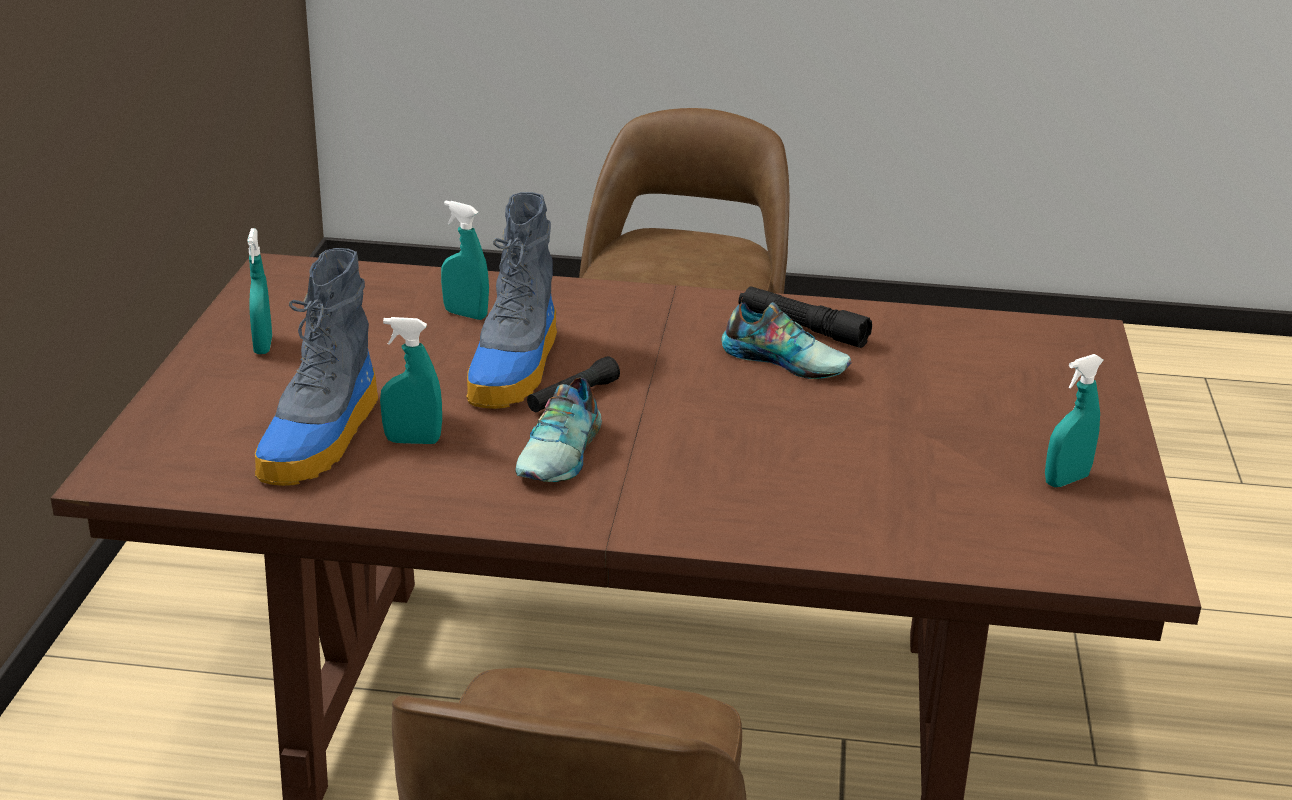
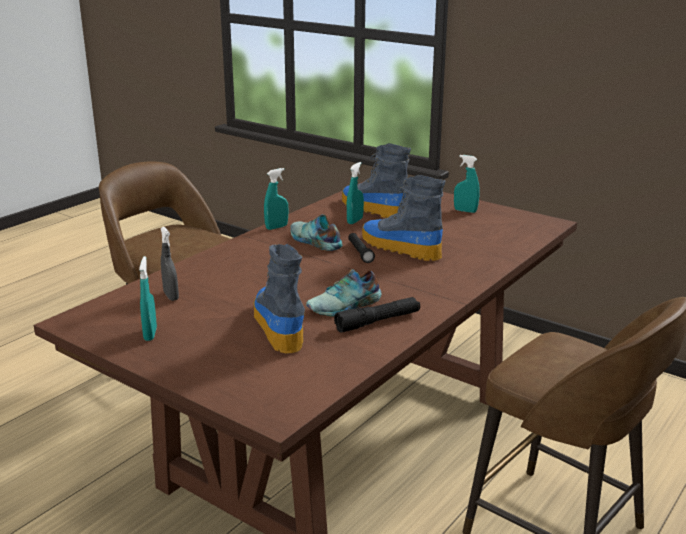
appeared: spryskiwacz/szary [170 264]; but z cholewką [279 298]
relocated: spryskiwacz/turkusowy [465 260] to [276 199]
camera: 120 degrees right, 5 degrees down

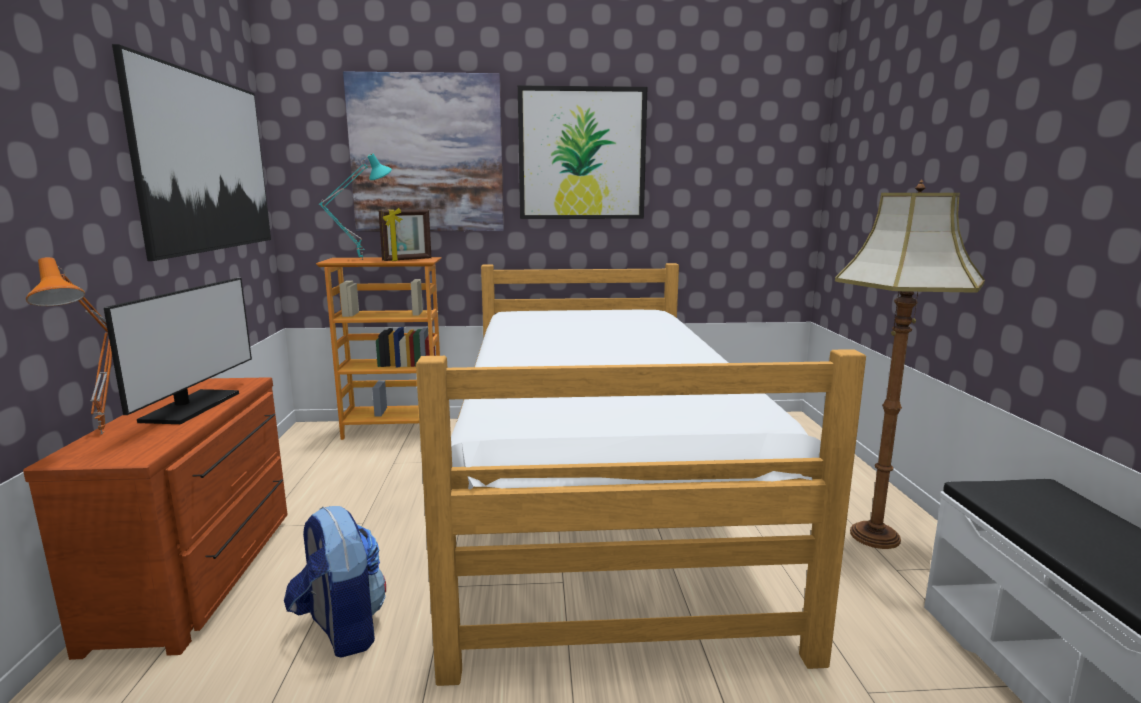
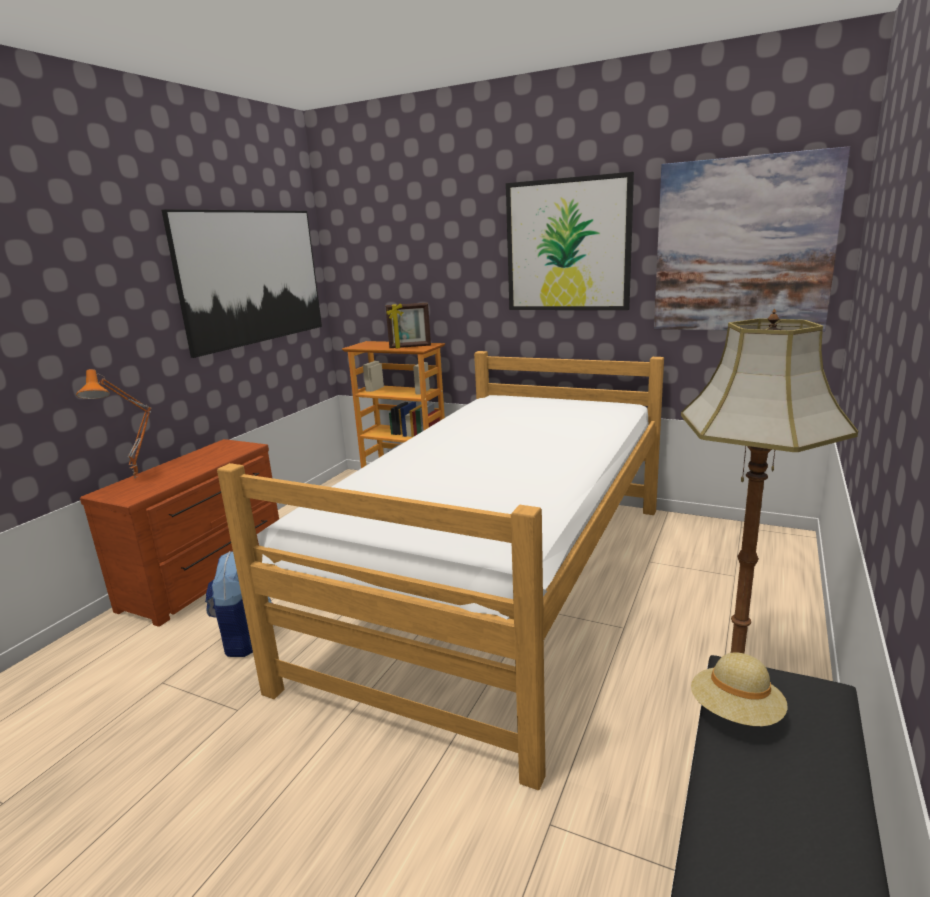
missing: monitor [177 351]; lampa stołowa/turkusowy [355 206]
appeared: kapelusz/beżowy [739 689]
relocated: obraz [423 152] to [752 239]
camera: 30 degrees right, 5 degrees up

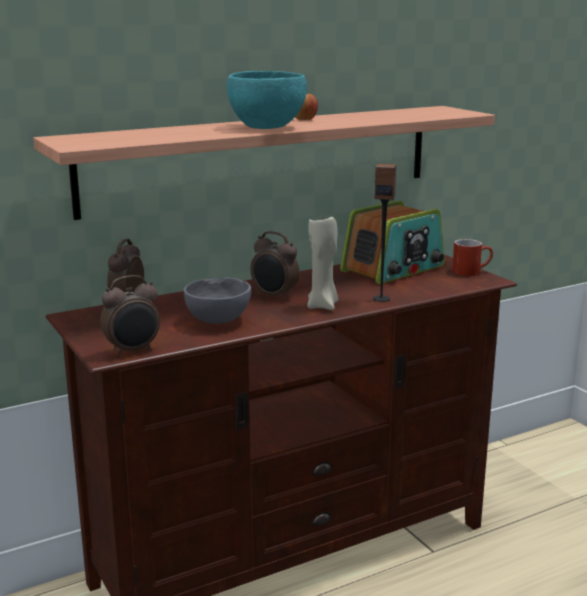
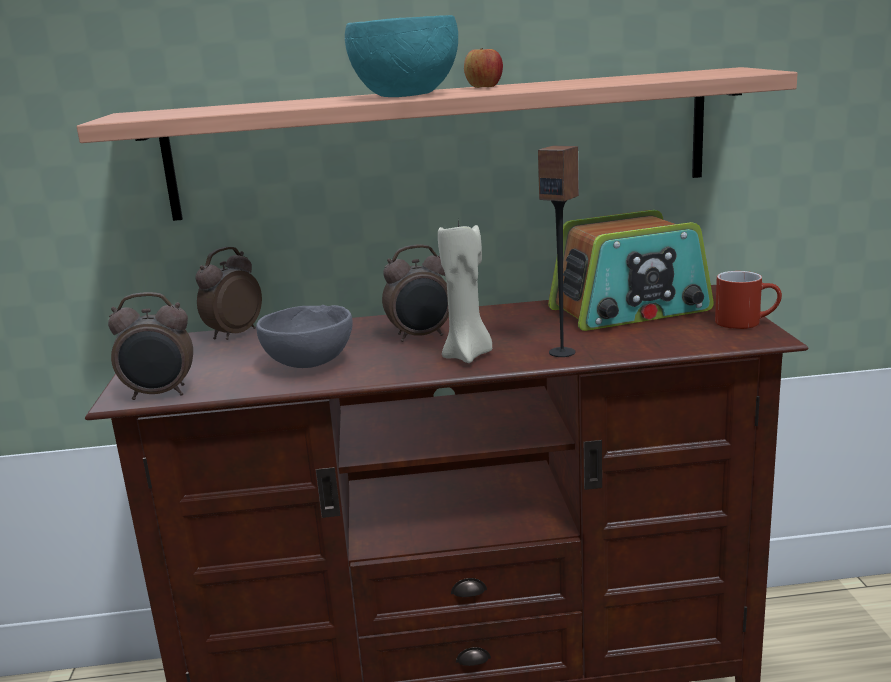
spun: budzik [274 266] = [415 293] 75 degrees counterclockwise
camera: 25 degrees right, 0 degrees up

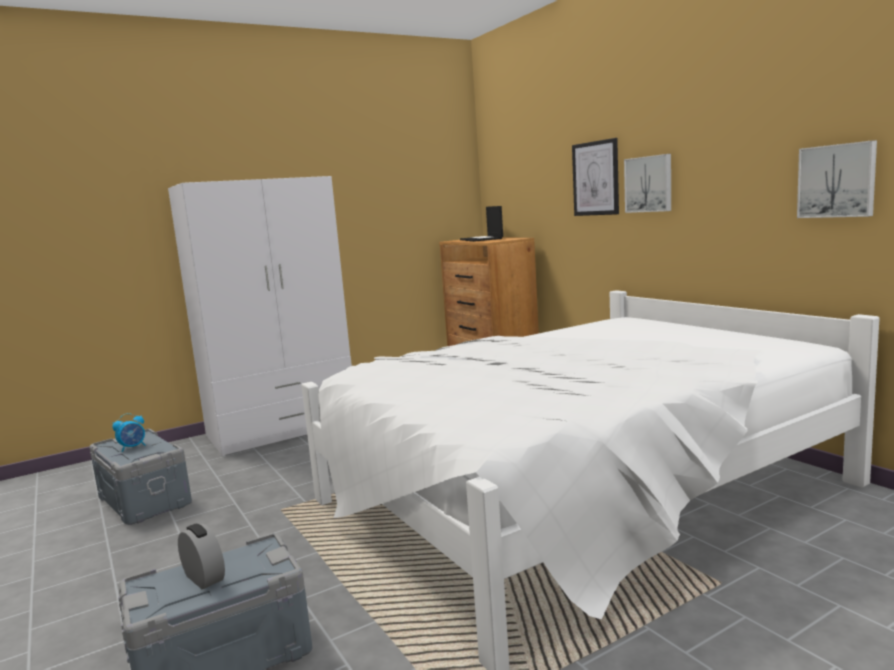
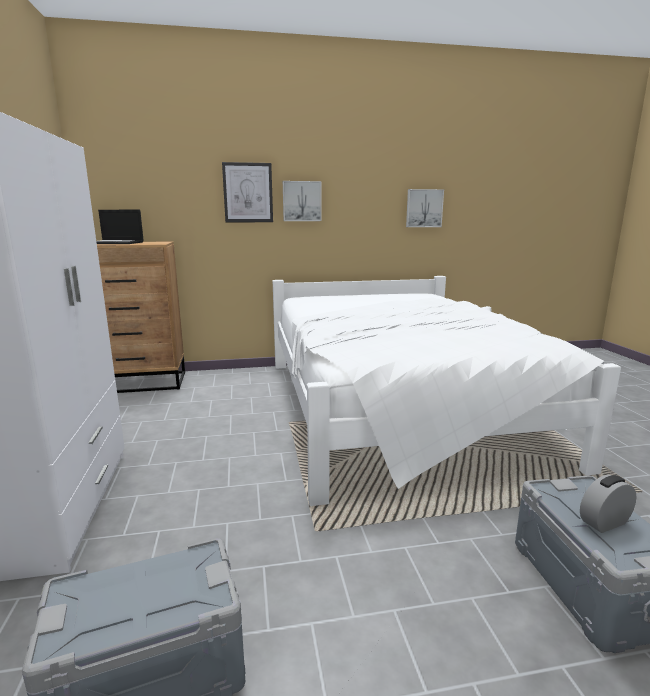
missing: budzik [128 432]
camera: 70 degrees left, 5 degrees up

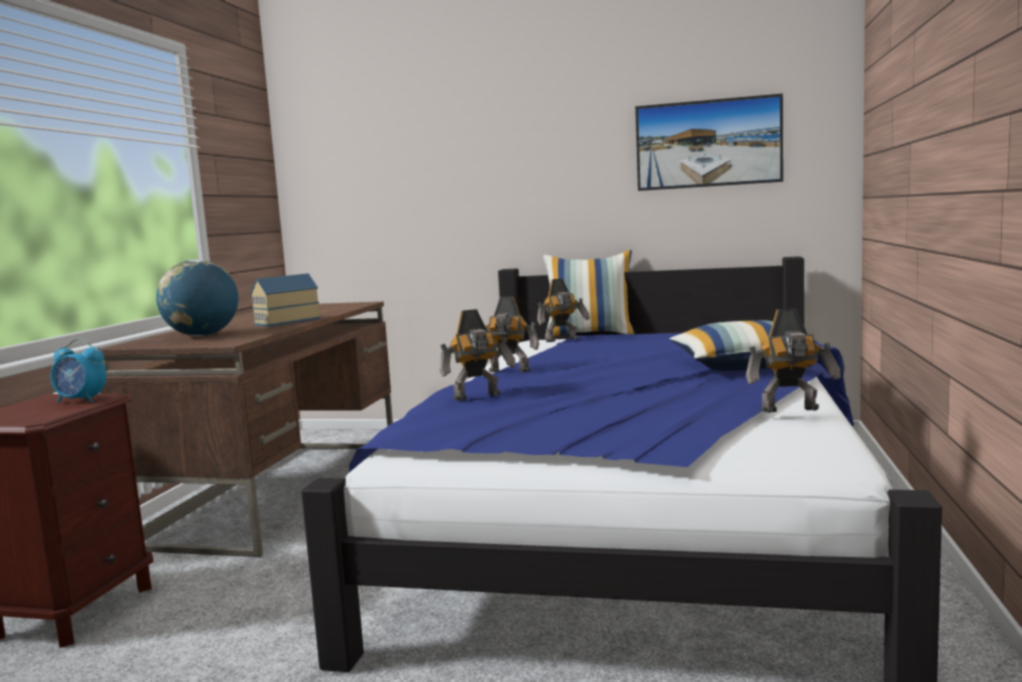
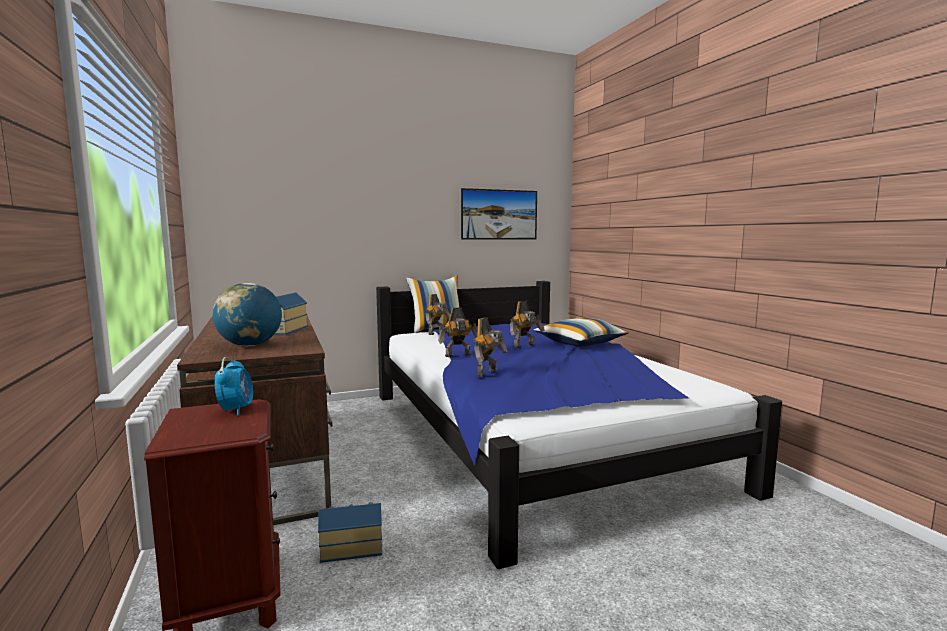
appeared: domek [350 532]
relocated: robot zabawkowy [793 360] to [527 324]
spun: budzik [78 370] = [234 386] 75 degrees counterclockwise
camera: 35 degrees left, 0 degrees up

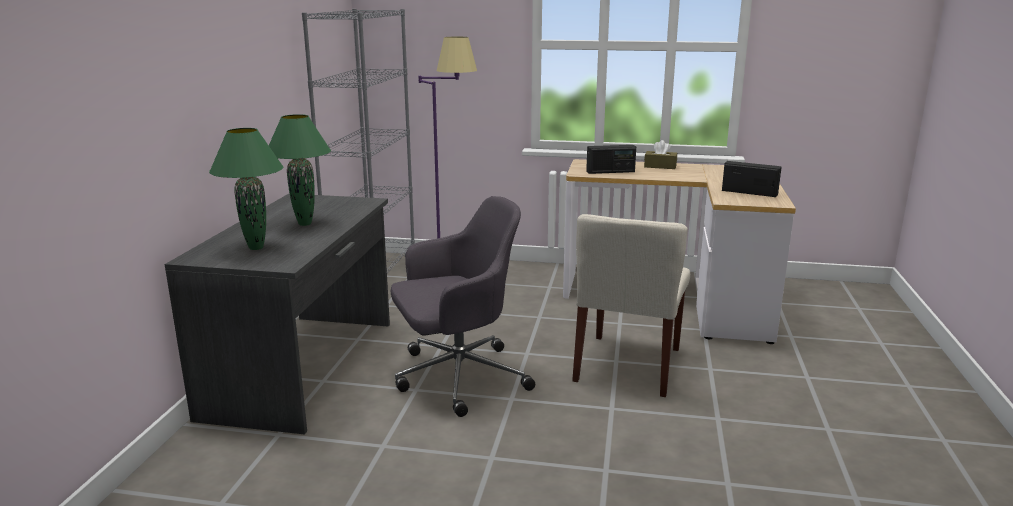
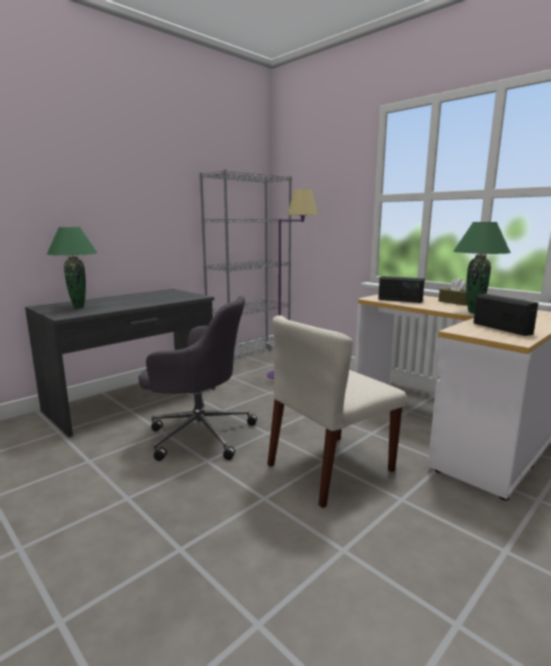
relocated: lampa stołowa/zielony [300 170] to [482 267]
camera: 35 degrees right, 5 degrees down

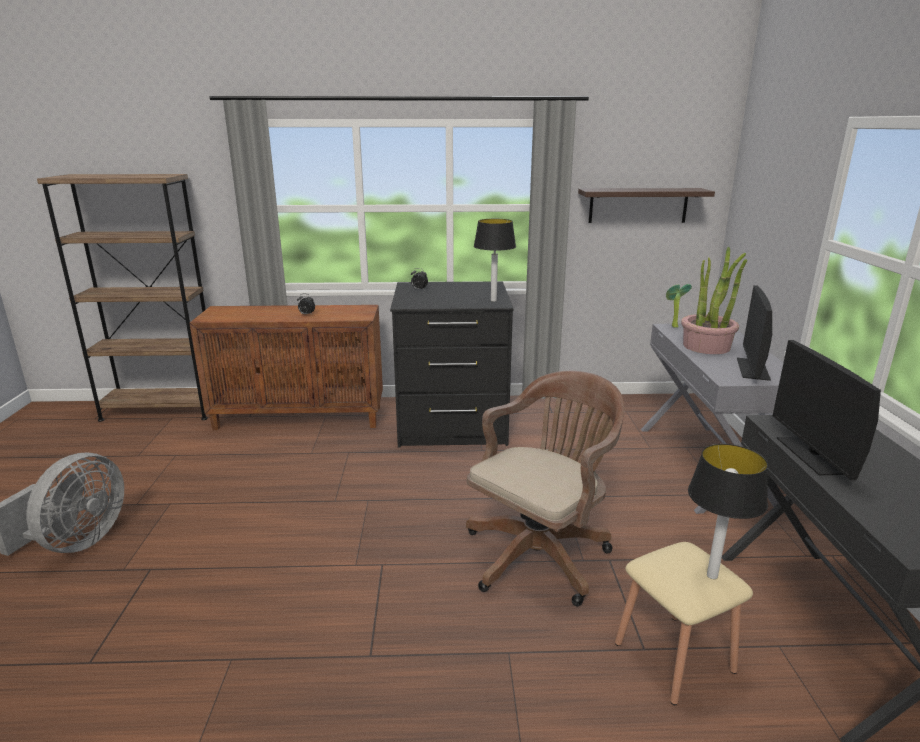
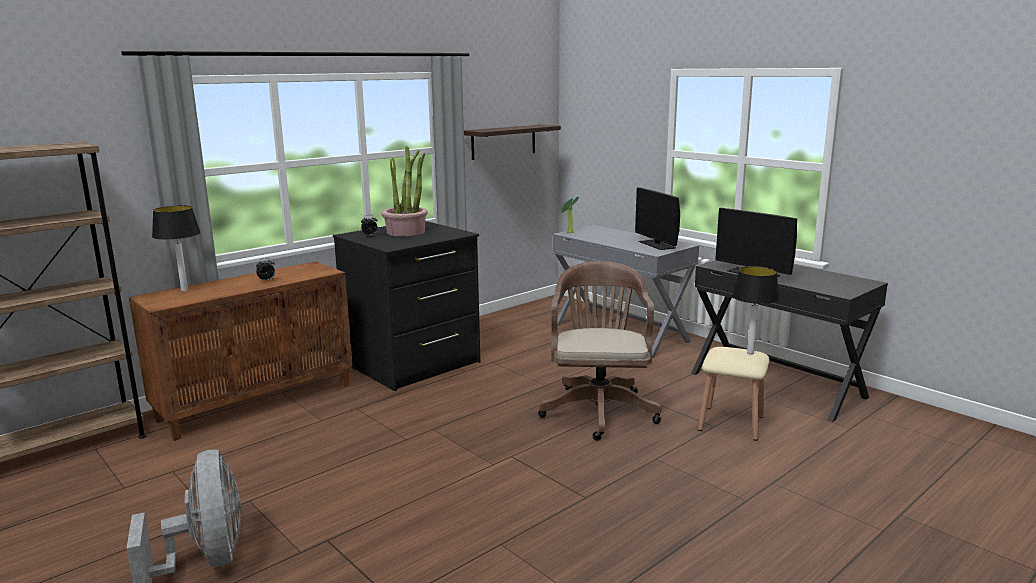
relocated: lampa stołowa [495 260] to [176 248]; roślina doniczkowa [714 300] to [404 191]
camera: 40 degrees left, 5 degrees down

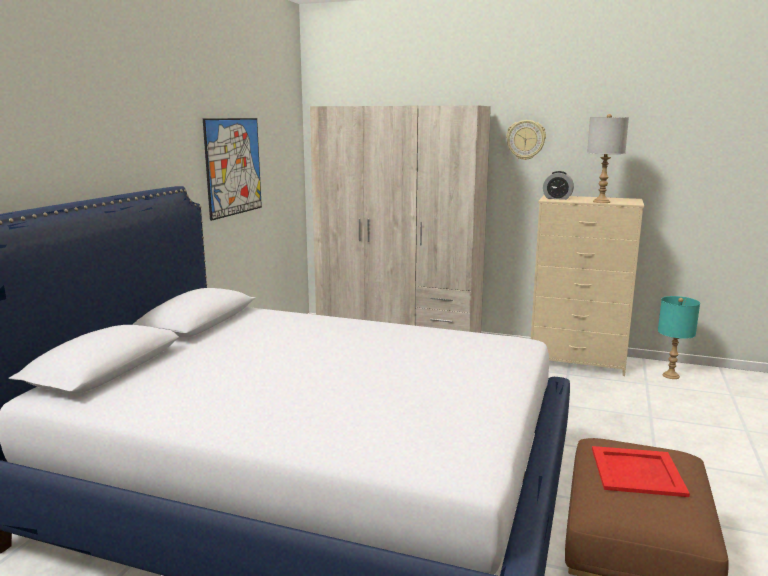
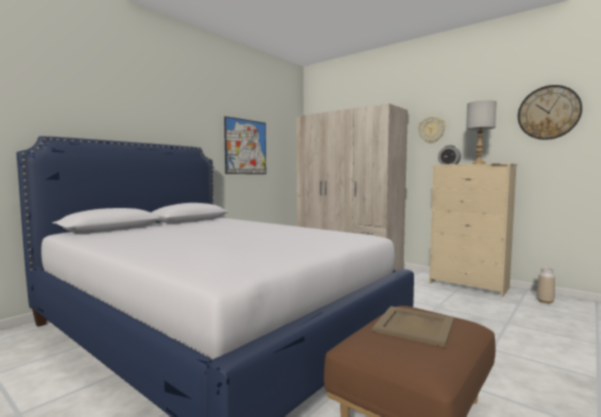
appeared: zegar ścienny [550 112]
exchanged: lampa stołowa/turkusowy [679 337] to wazon [546 285]
colour: taca/czerwony [641 471] to taca/beżowy [413 326]
camera: 20 degrees right, 10 degrees down

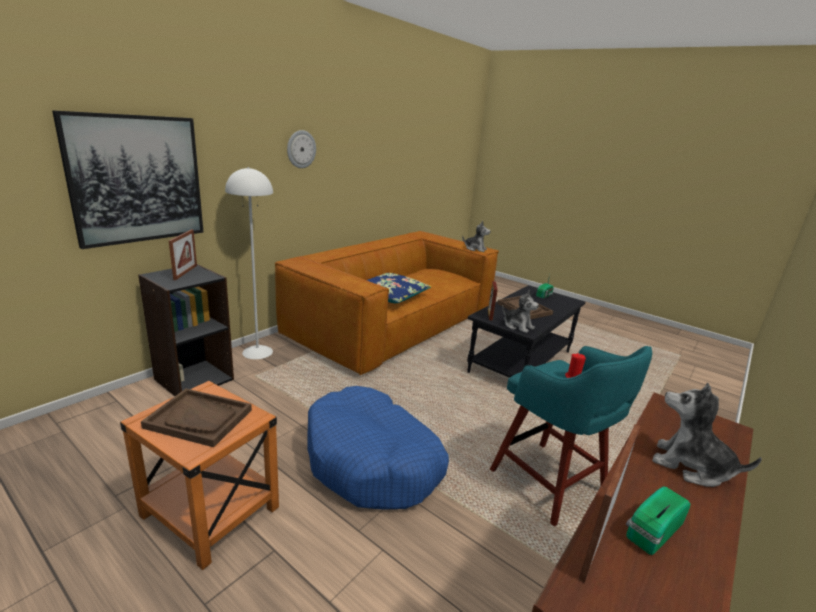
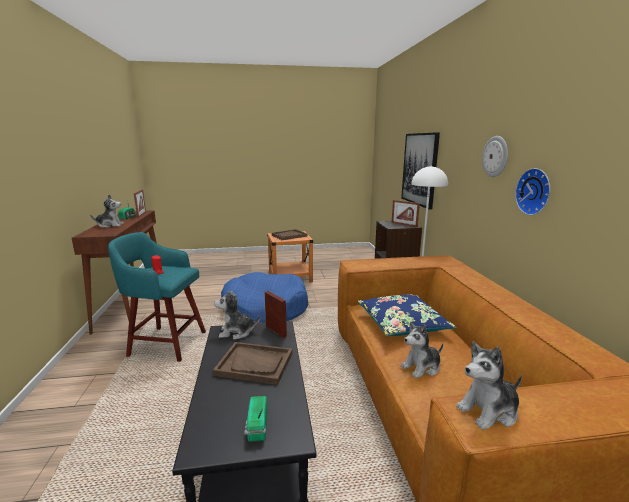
appeared: pluszak [422 350]; zegar ścienny [532 191]
camera: 135 degrees right, 5 degrees down

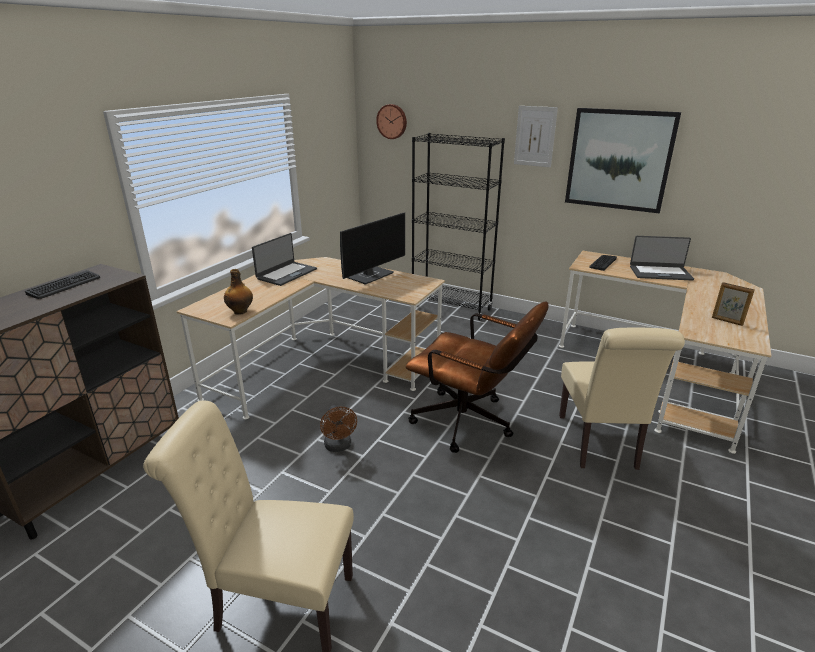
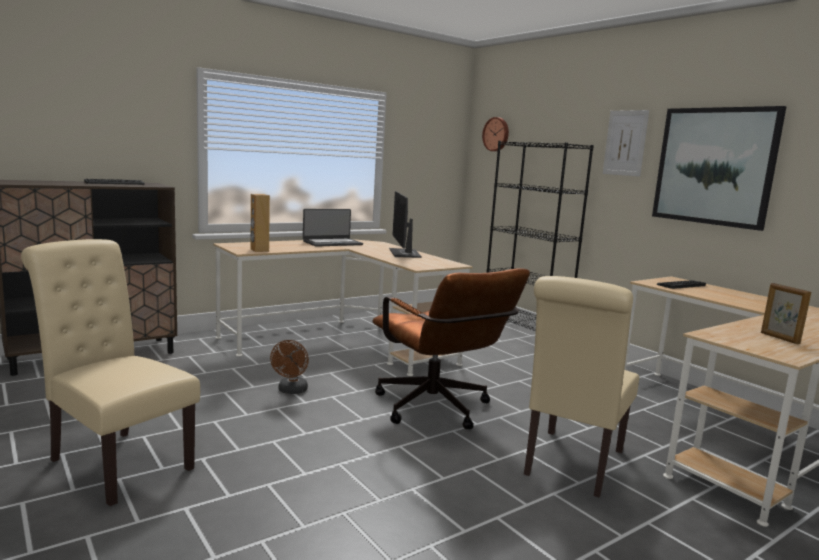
missing: laptop [662 258]
exchanged: butelka [238 292] to głośnik/brązowy [260 223]
spun: monitor [372 248] = [405 224] 105 degrees clockwise
camera: 25 degrees right, 15 degrees down

